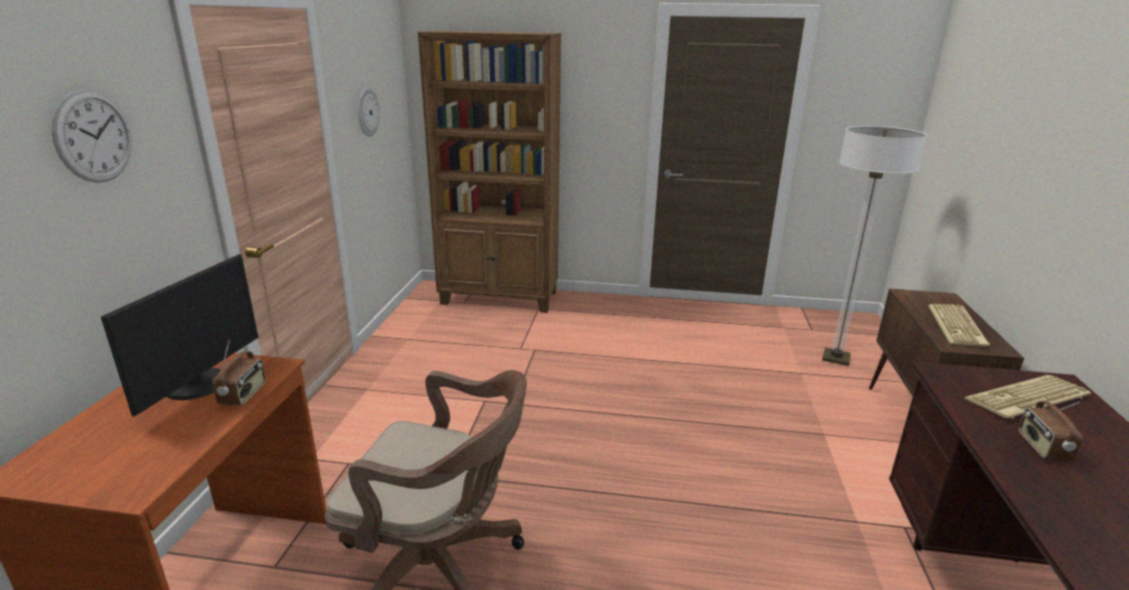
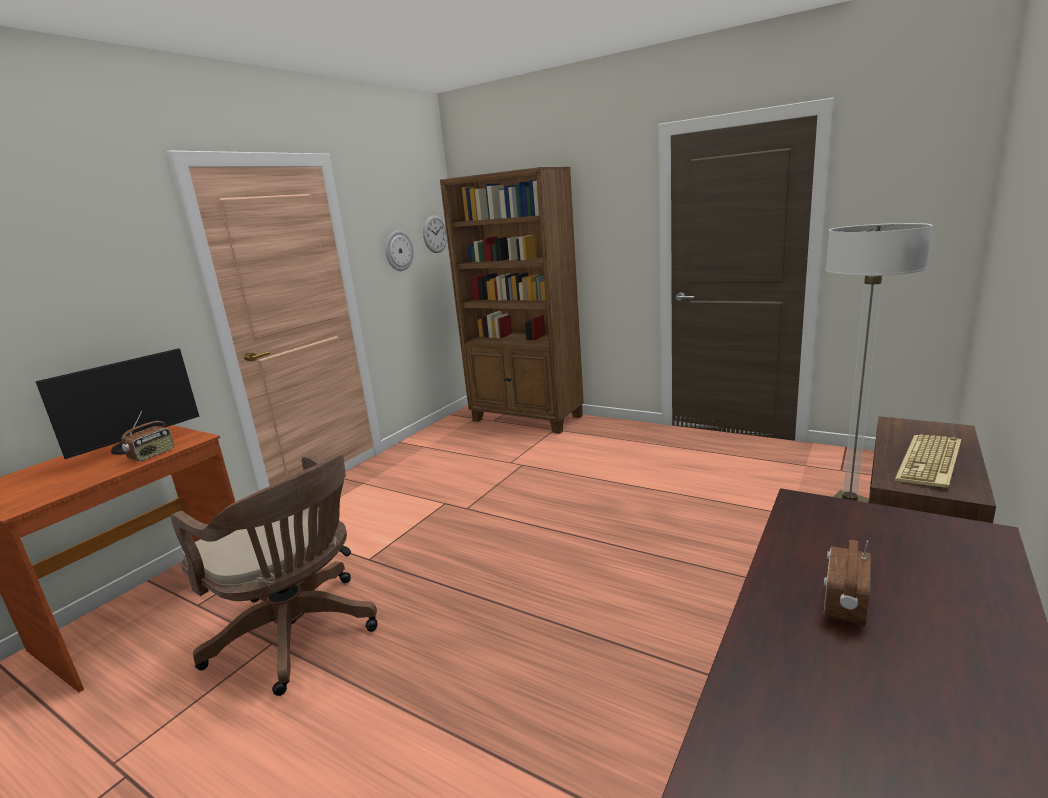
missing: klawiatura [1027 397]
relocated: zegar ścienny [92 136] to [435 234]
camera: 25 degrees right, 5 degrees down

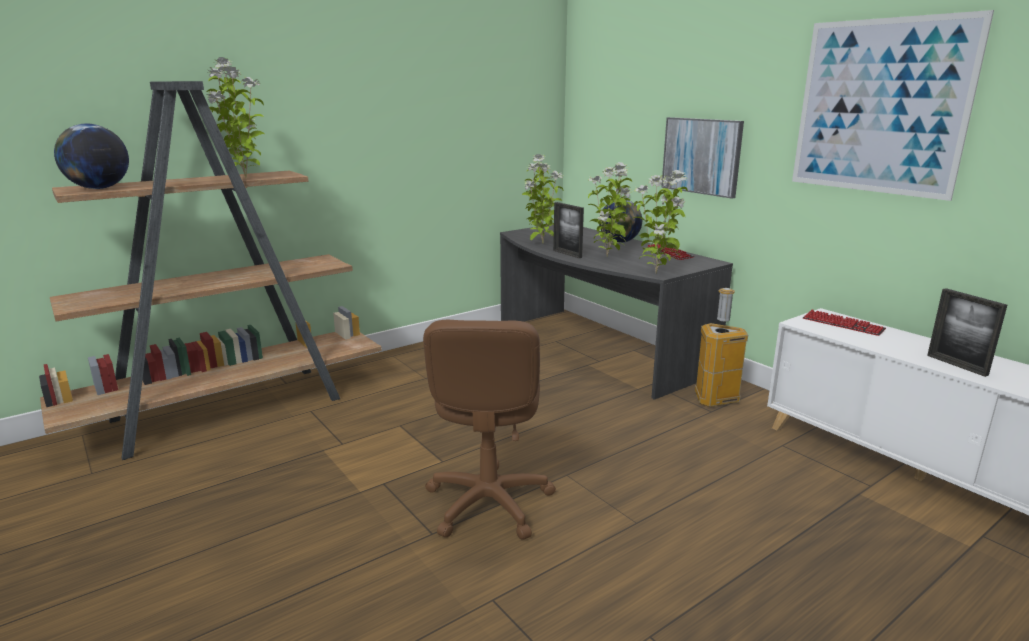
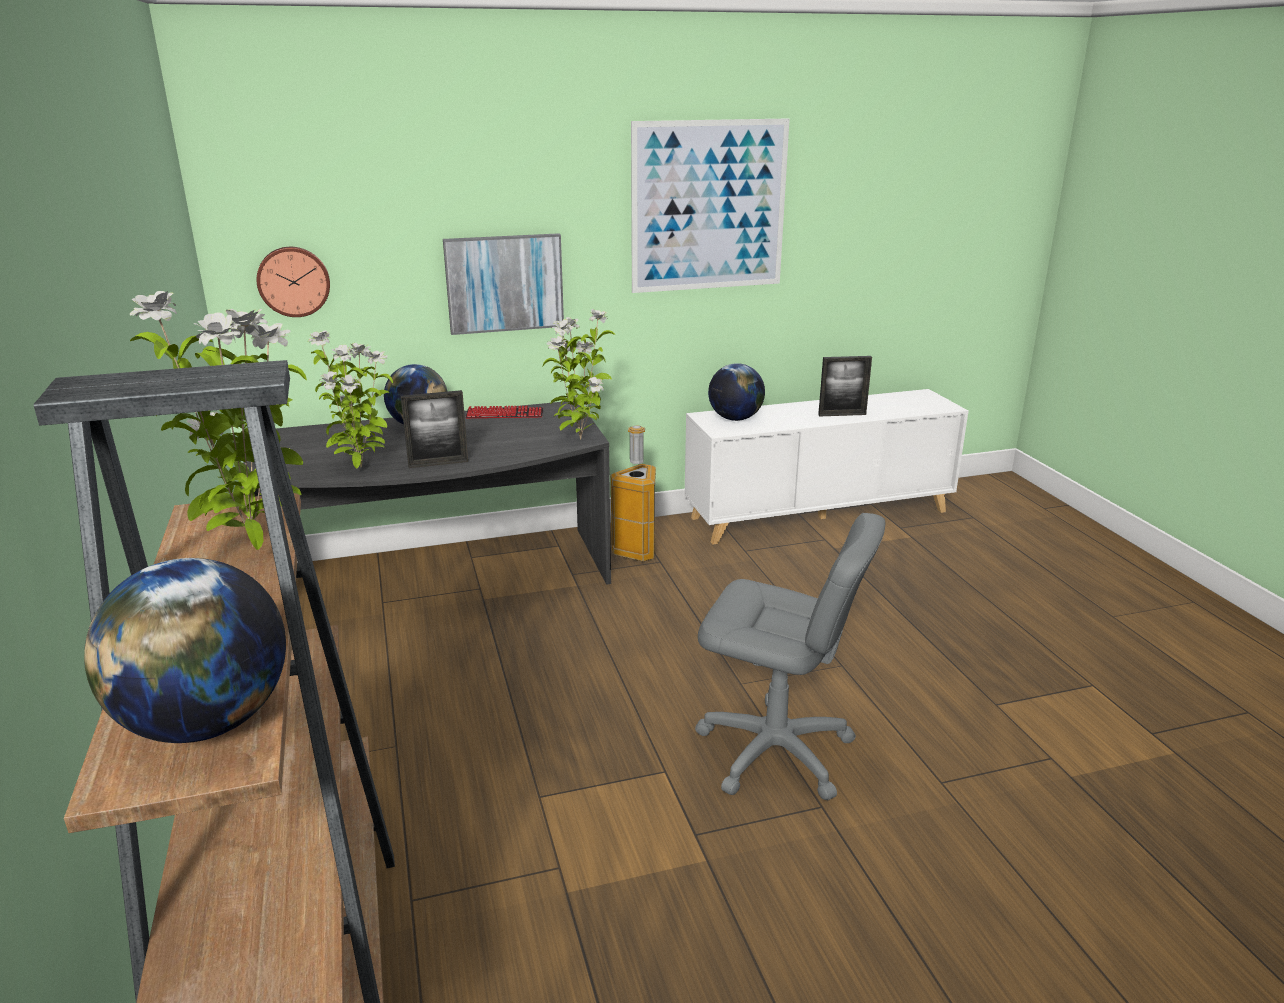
missing: roślina doniczkowa [610 209]
appeared: zegar ścienny [293 282]
exchanged: klawiatura [844 323] to globus [736 392]
colour: krzesło biurowe/brązowy [489 430] to krzesło biurowe/szary [790 656]
camera: 70 degrees left, 5 degrees up

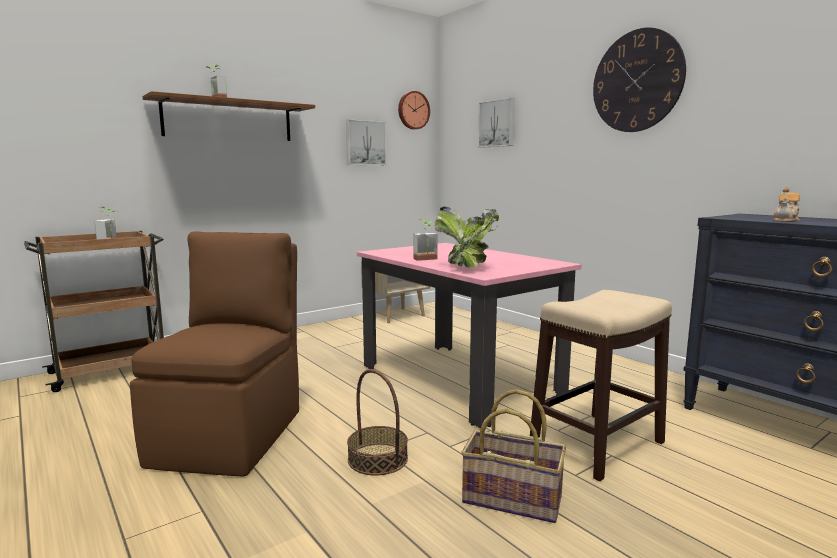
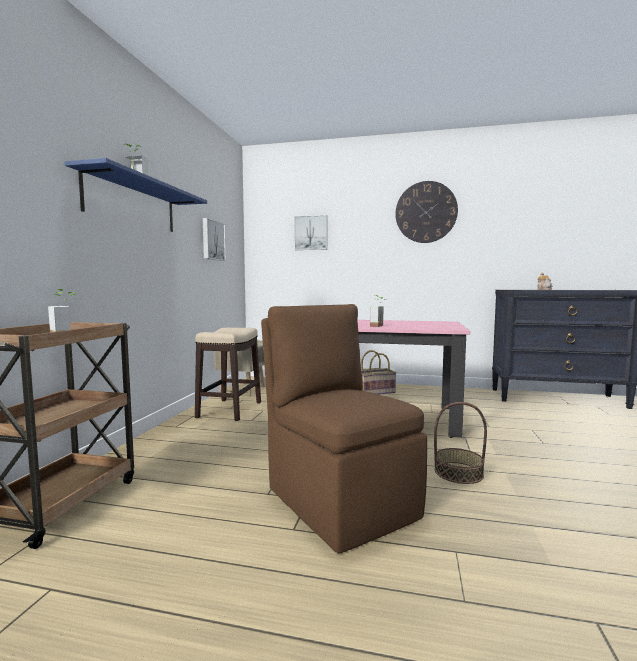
missing: zegar ścienny [414 110]; roślina doniczkowa [467 237]
relocated: koszyk [513 456] to [379 372]; stołek [601 385] to [228 374]
colour: półka/brązowy [229 116] to półka/niebieski [136 195]
camera: 40 degrees left, 5 degrees down

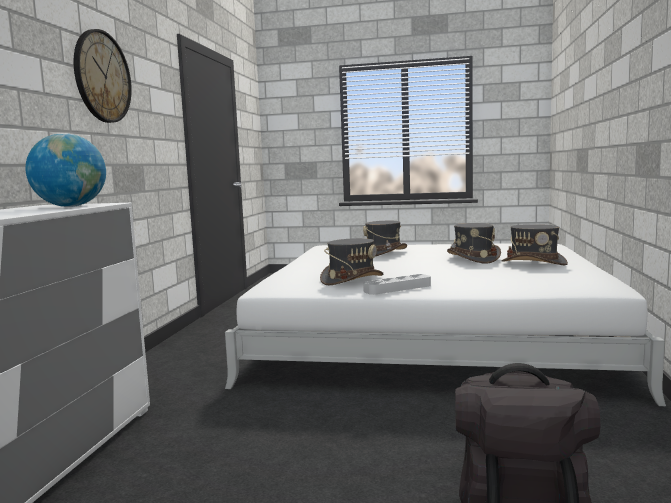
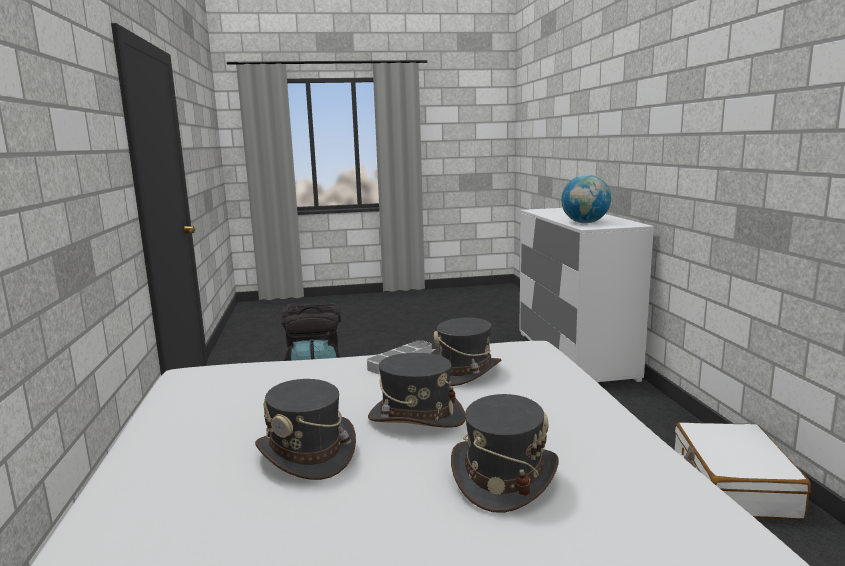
missing: zegar ścienny [103 76]
appeared: walizka/biały [743 471]
relocated: kapelusz/szary [535 245] to [417 390]
camera: 160 degrees right, 5 degrees up

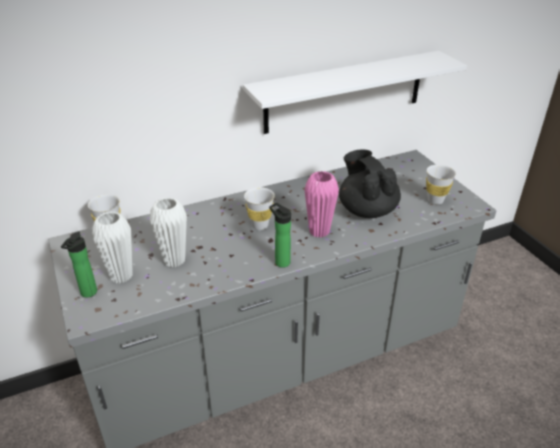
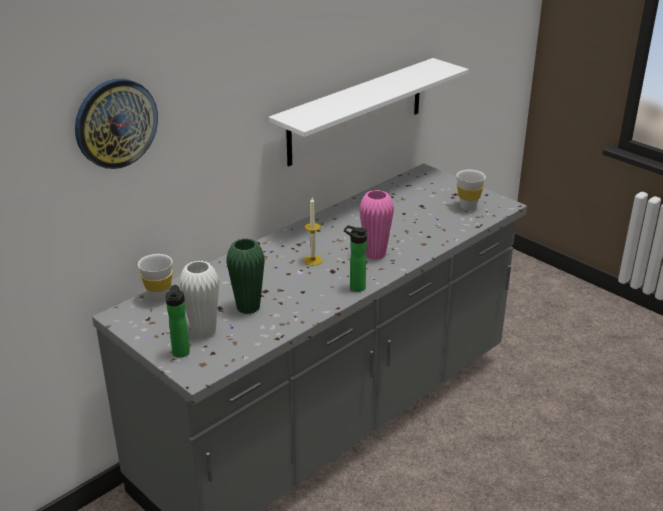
missing: imbryk/czarny [370 183]
appeared: zegar ścienny [116 123]
exchanged: filiżanka/biały [259 208] to świeca [313 231]
colour: wazon/biały [168 232] to wazon/zielony [245 276]
camera: 20 degrees left, 5 degrees down

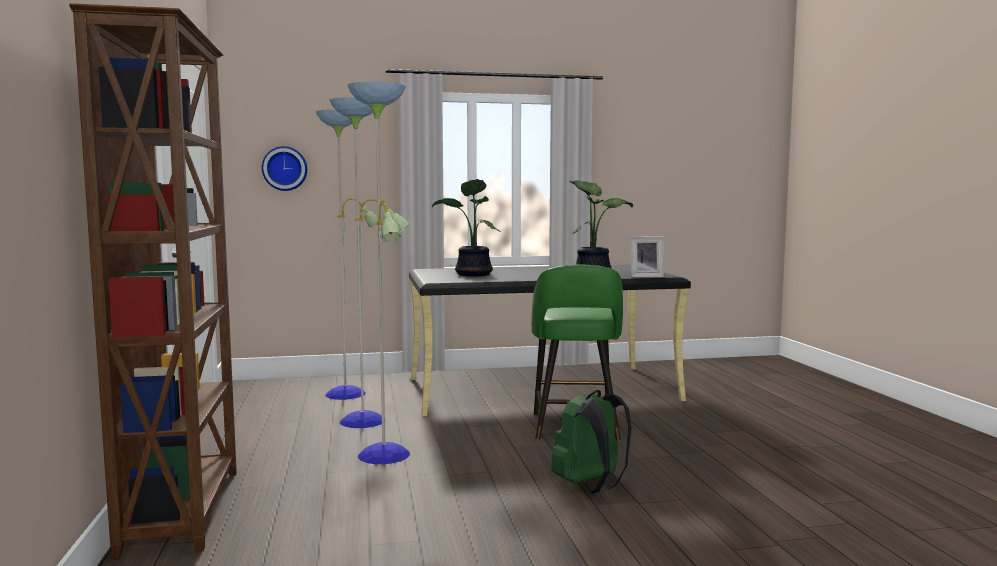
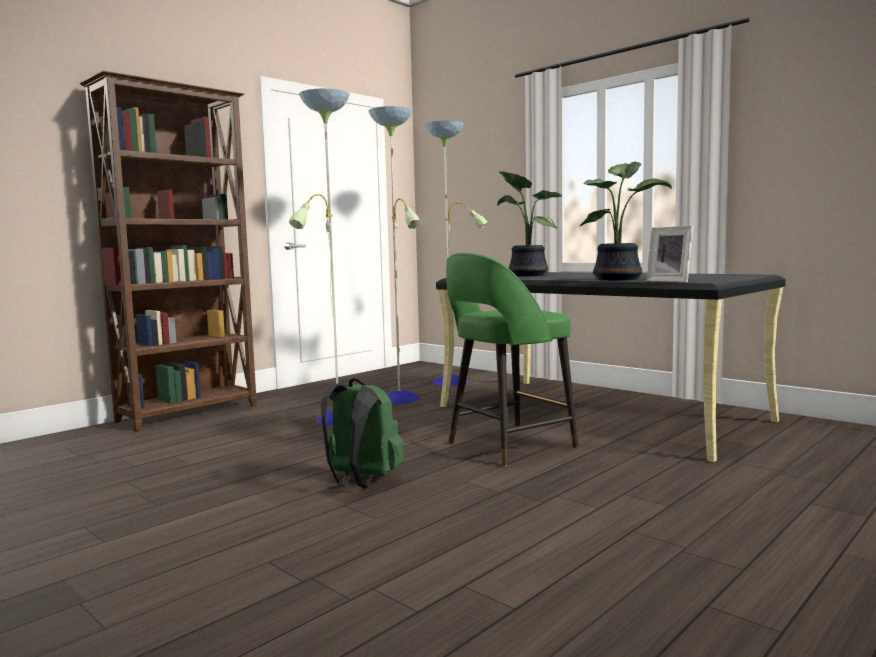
missing: zegar ścienny [284 168]
camera: 55 degrees right, 0 degrees up

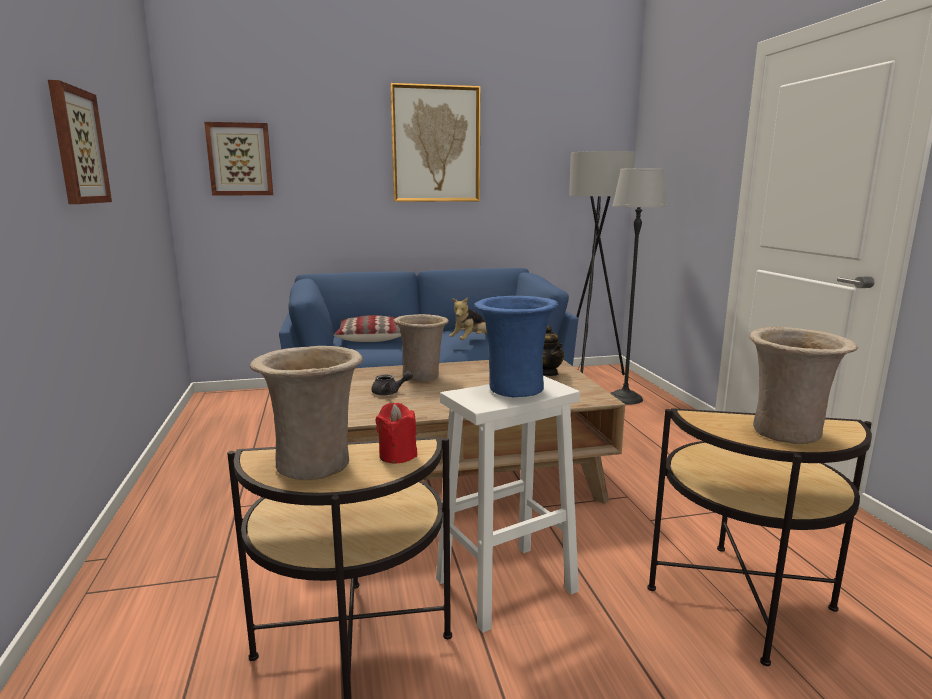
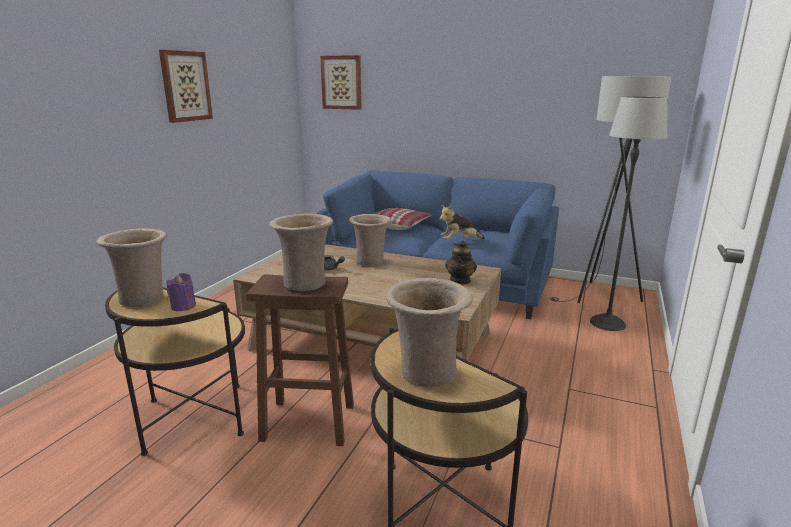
missing: obraz [435 142]
colour: świeca/czerwony [396 433] to świeca/fioletowy [181 292]; stołek/biały [508 504] to stołek/brązowy [300 360]; wazon/niebieski [516 346] to wazon/beżowy [301 252]
camera: 35 degrees right, 5 degrees up

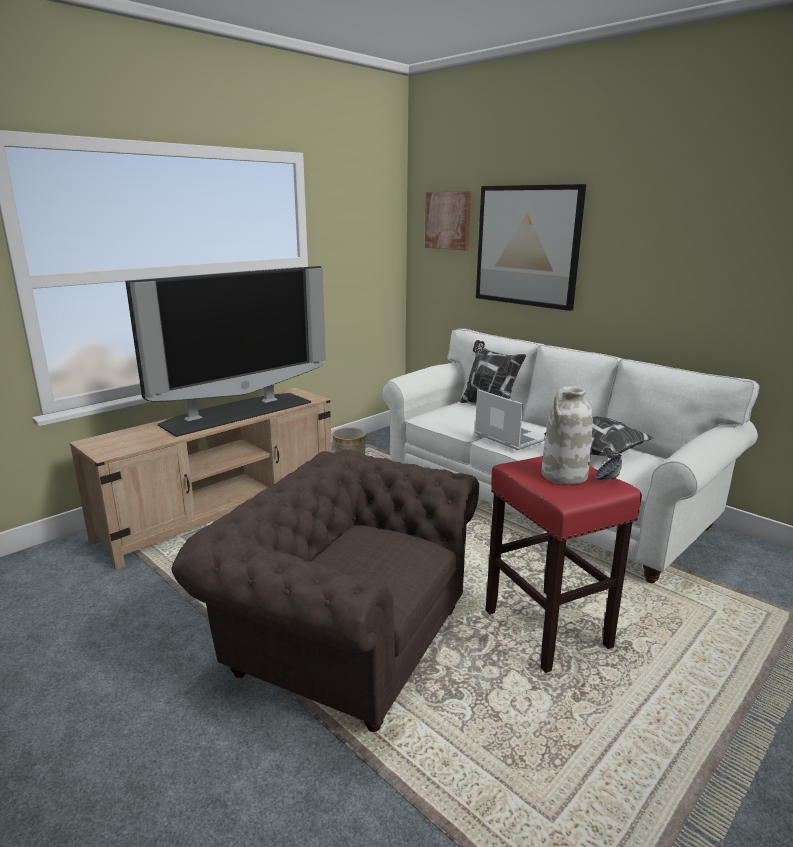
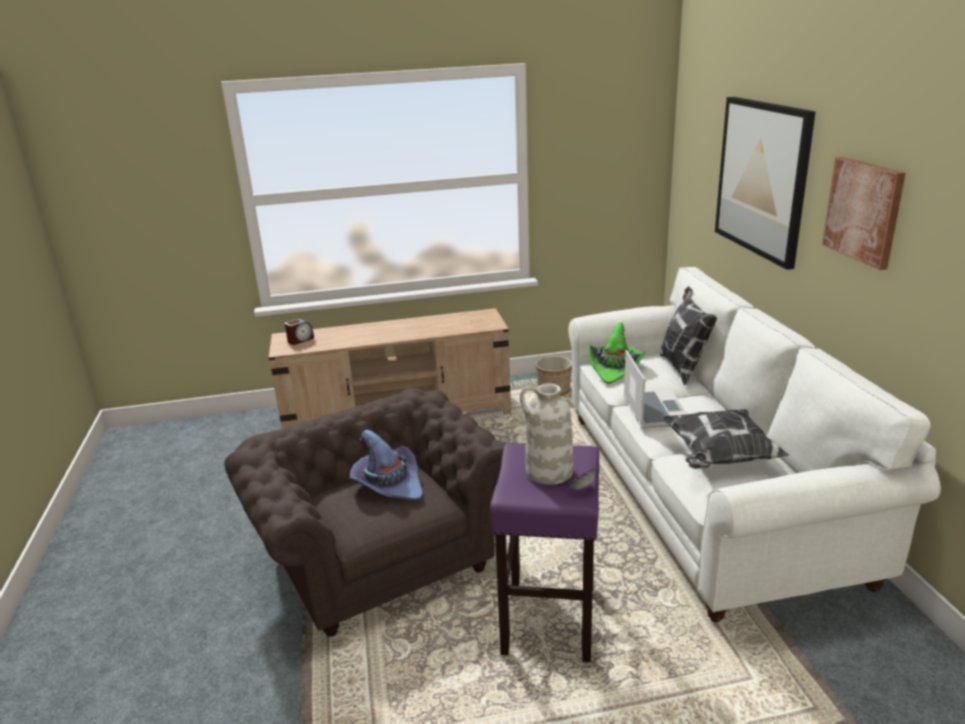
missing: telewizor [225 351]
appeared: budzik [299 332]; kapelusz/fioletowy [386 465]; kapelusz/zielony [617 353]
relocated: obraz [448 221] to [864 213]
colour: stołek/czerwony [563 564] to stołek/fioletowy [544 552]
camera: 35 degrees right, 5 degrees up

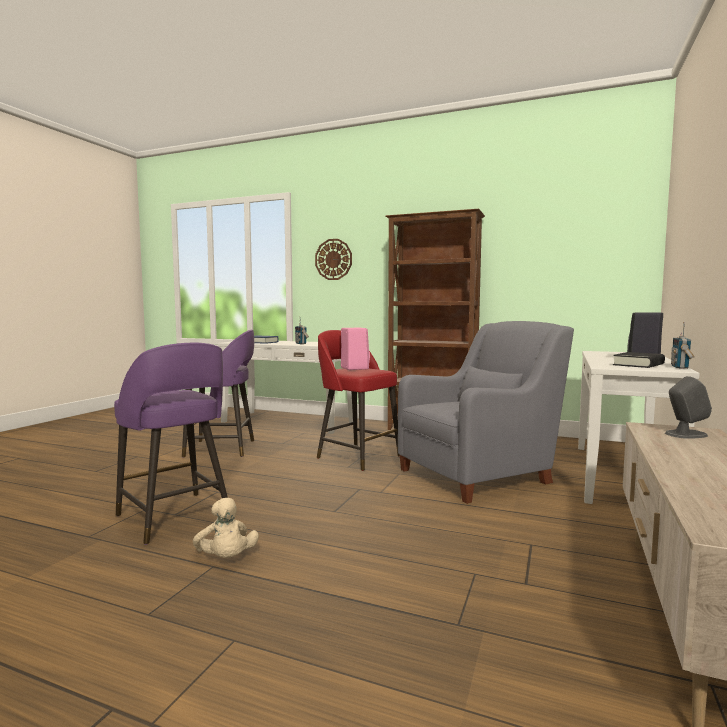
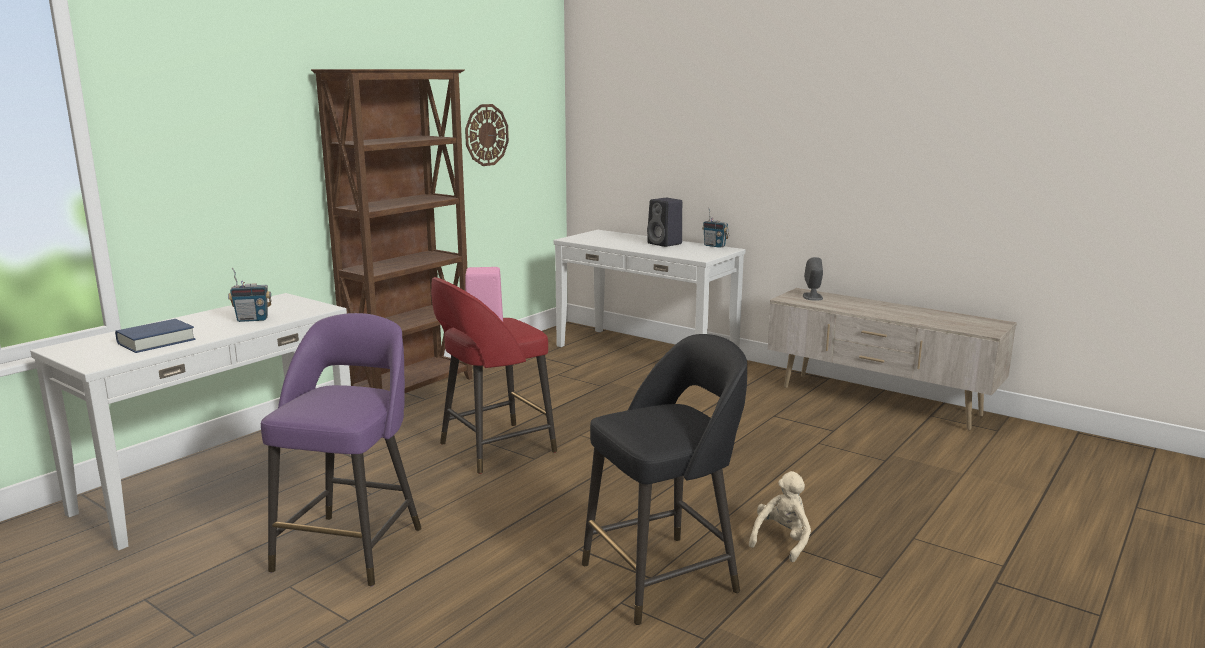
missing: fotel/szary [486 412]; książka/czarny [639 360]
relocated: zegar ścienny [333 259] to [487 135]
colour: stołek/fioletowy [171 444] to stołek/czarny [664 479]
spun: pluszak/beżowy [226 528] = [780 516] 45 degrees counterclockwise
camera: 75 degrees left, 10 degrees up

